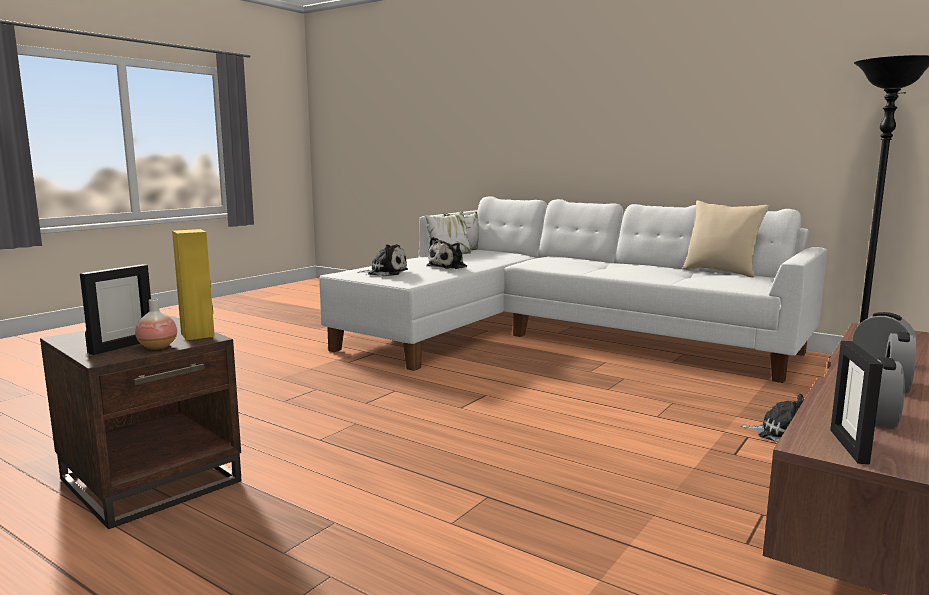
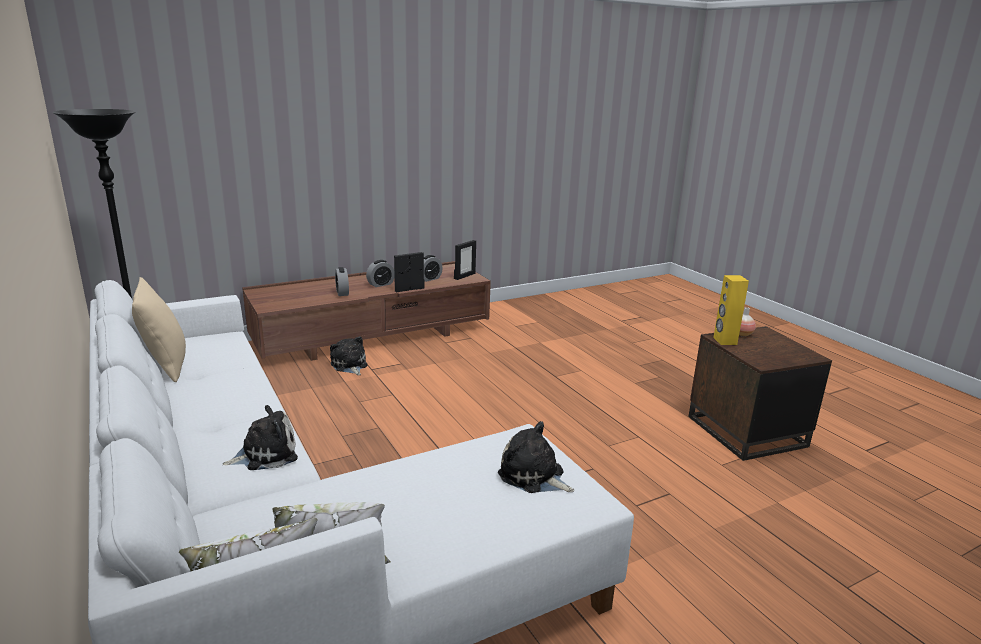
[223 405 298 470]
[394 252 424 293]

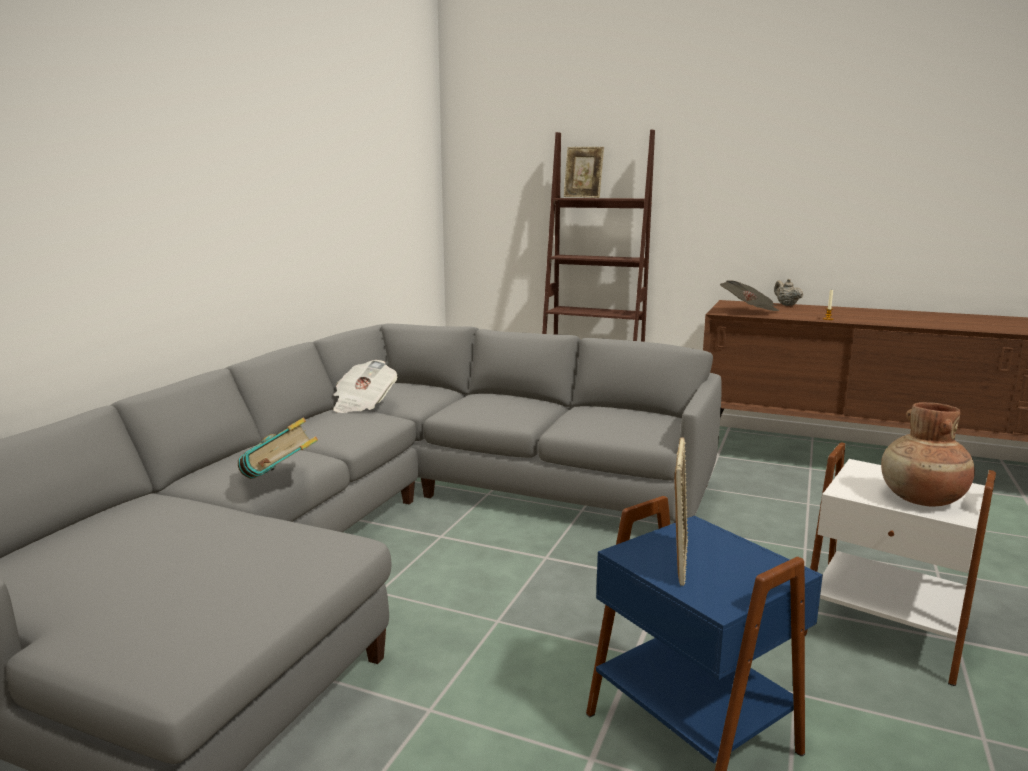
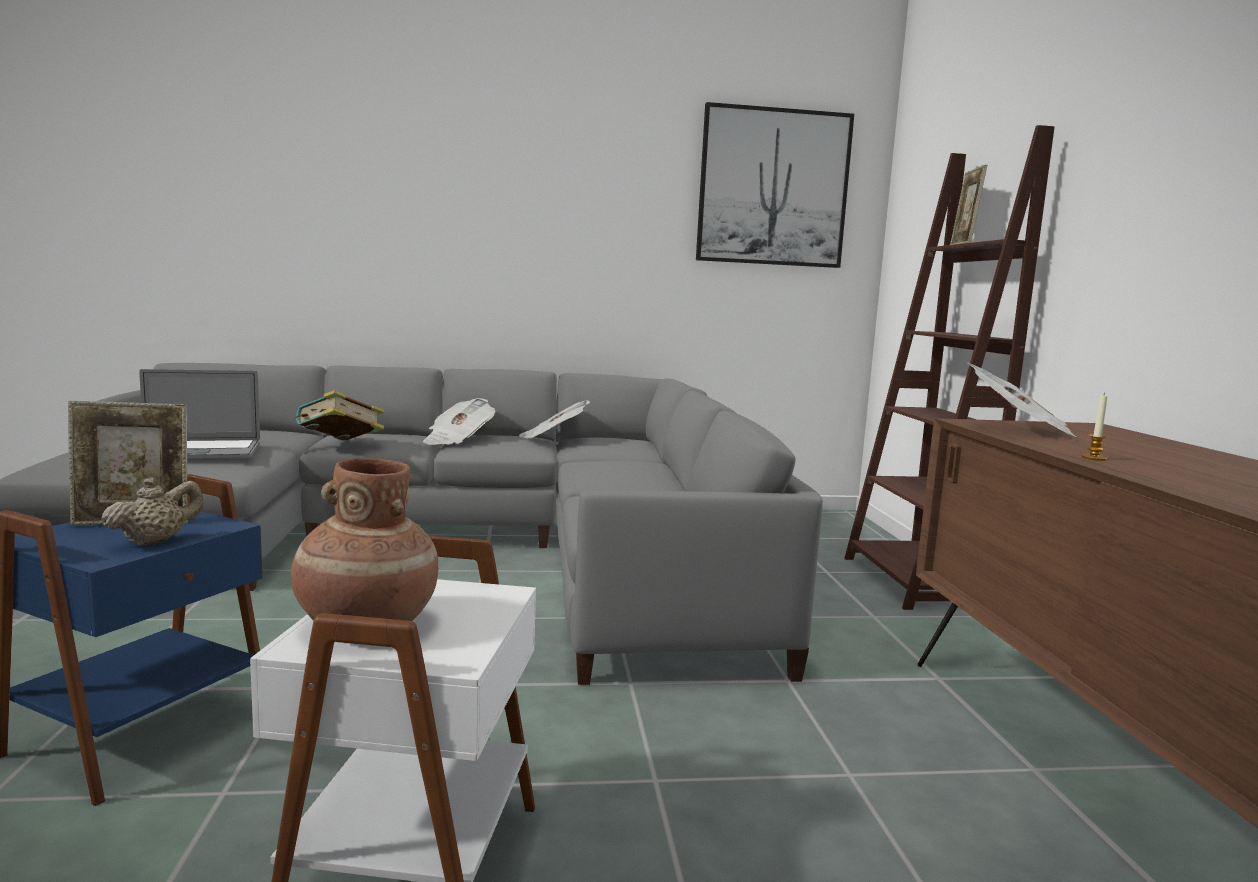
[101 478 204 546]
[696 102 854 268]
[139 369 260 459]
[423 398 495 445]

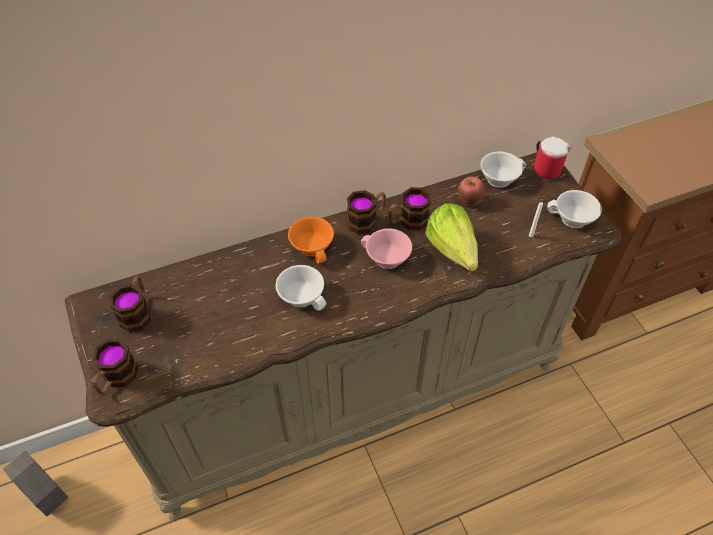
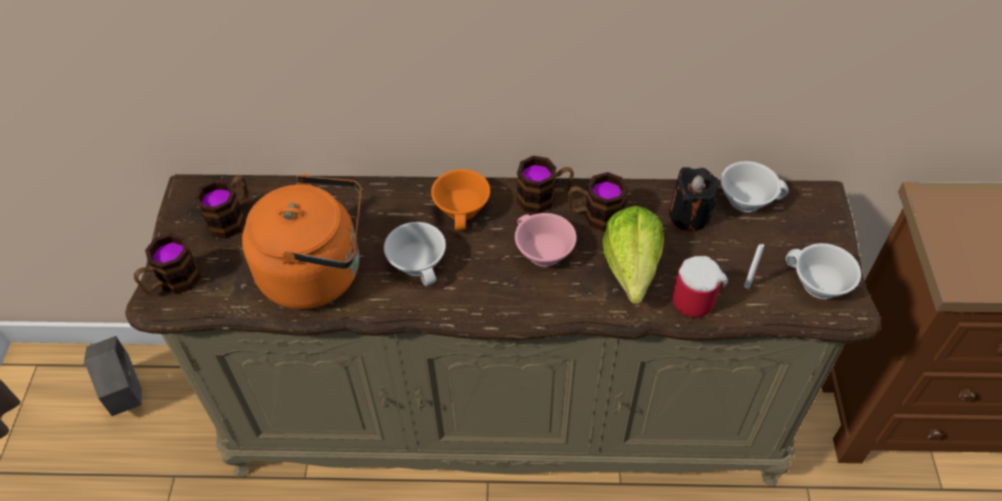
[673 256 728 318]
[669 167 719 232]
[242 174 362 309]

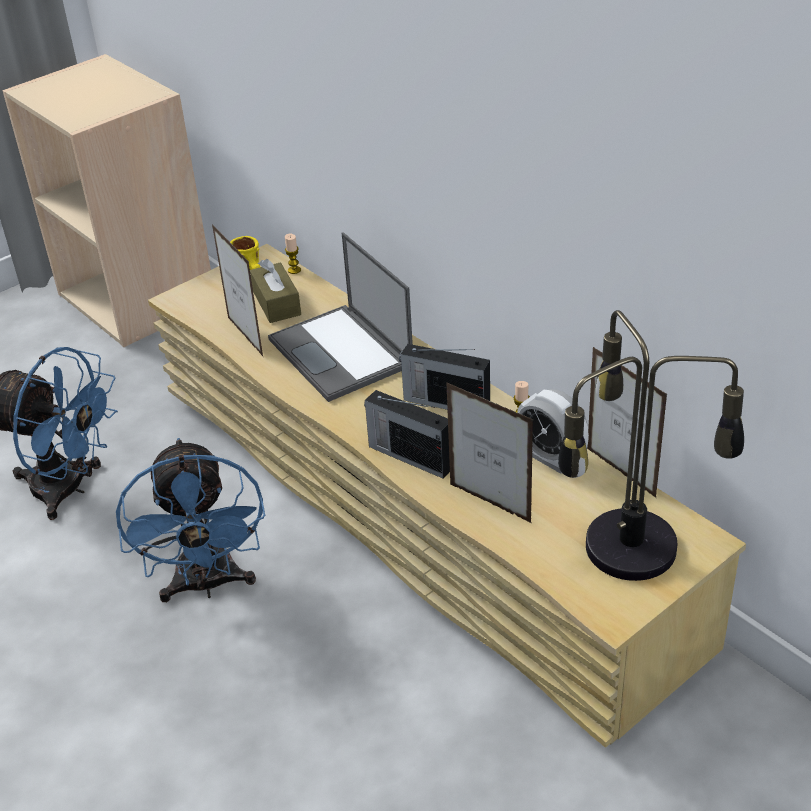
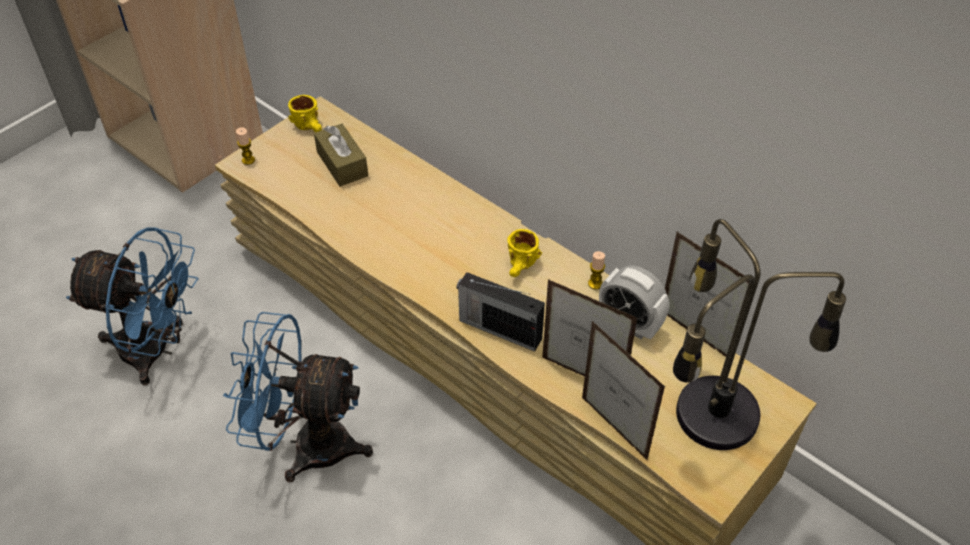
[582 321 665 461]
[268 232 413 402] (first image)
[236 127 255 165]
[507 229 542 277]
[223 312 373 482]

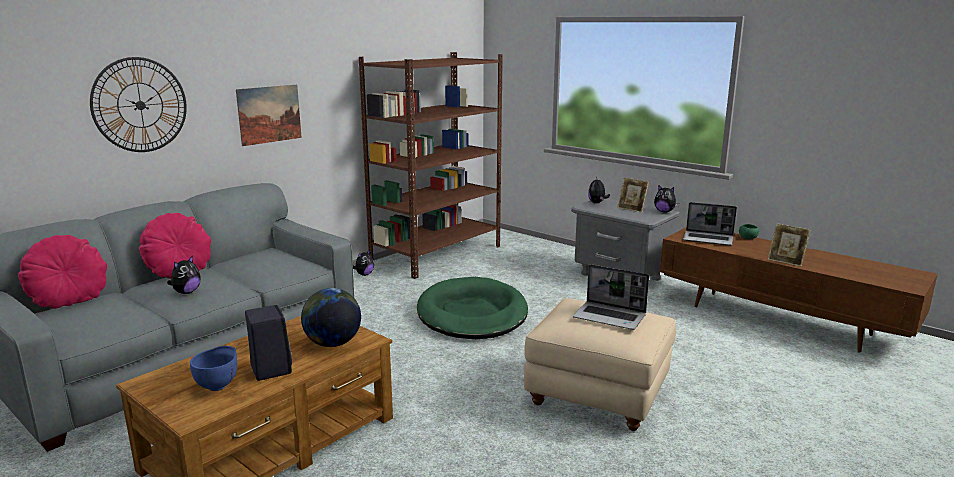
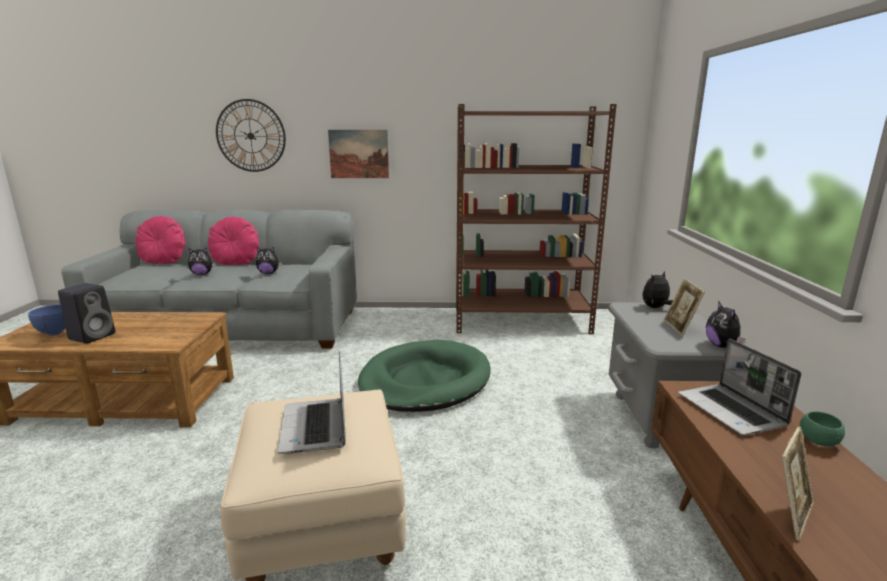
[782 427 814 541]
[256 247 282 274]
[301 288 361 347] (first image)

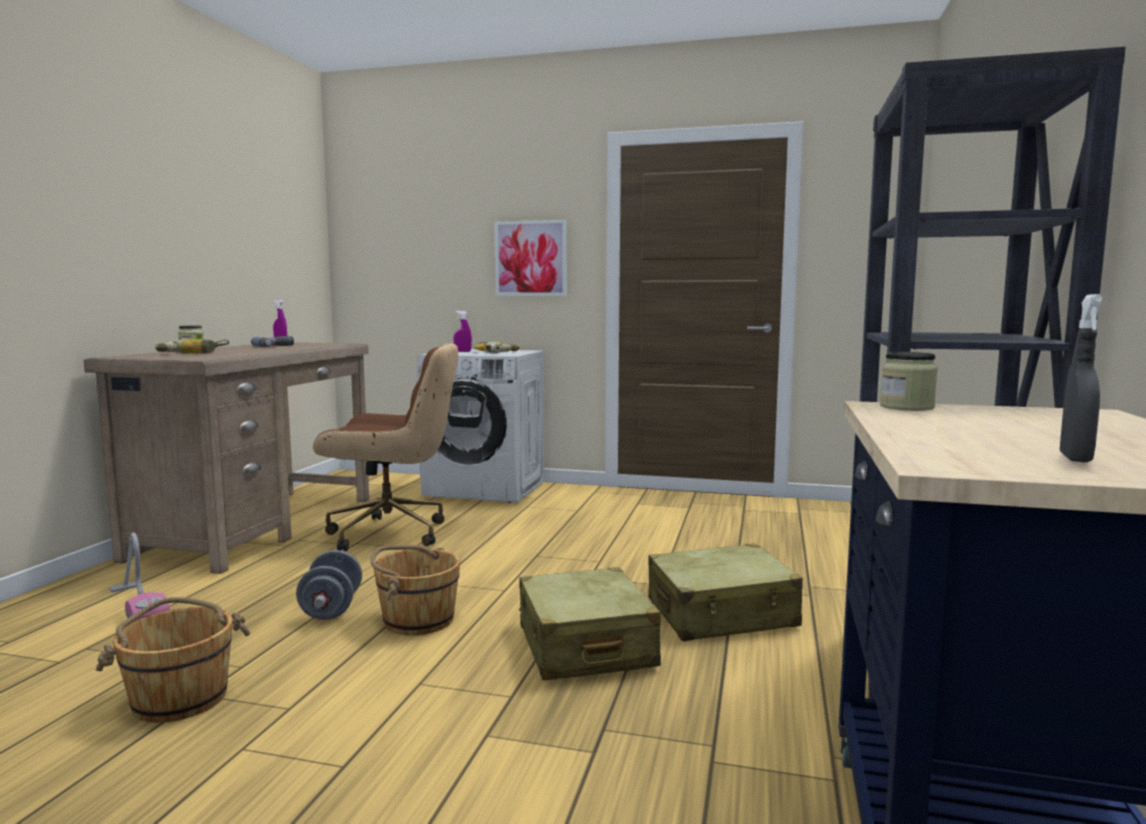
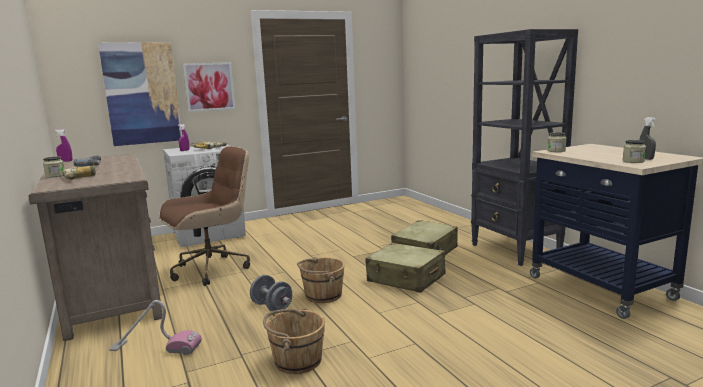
[98 42 182 146]
[623 140 646 163]

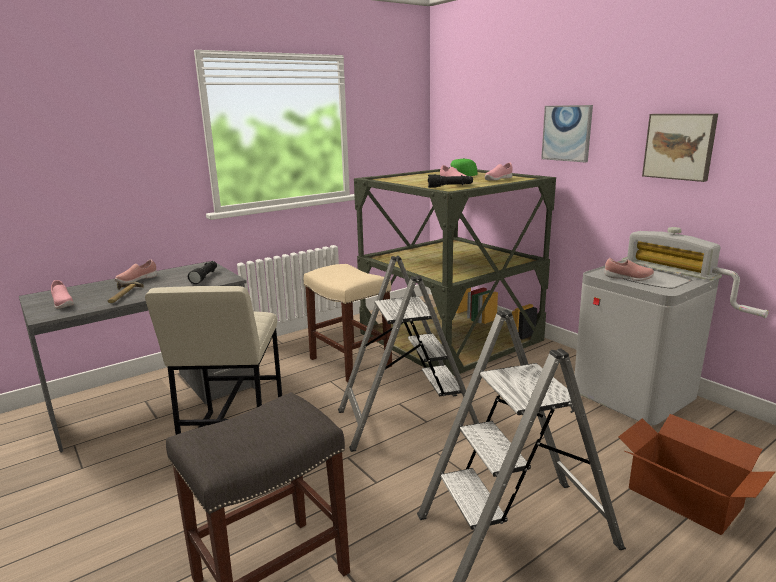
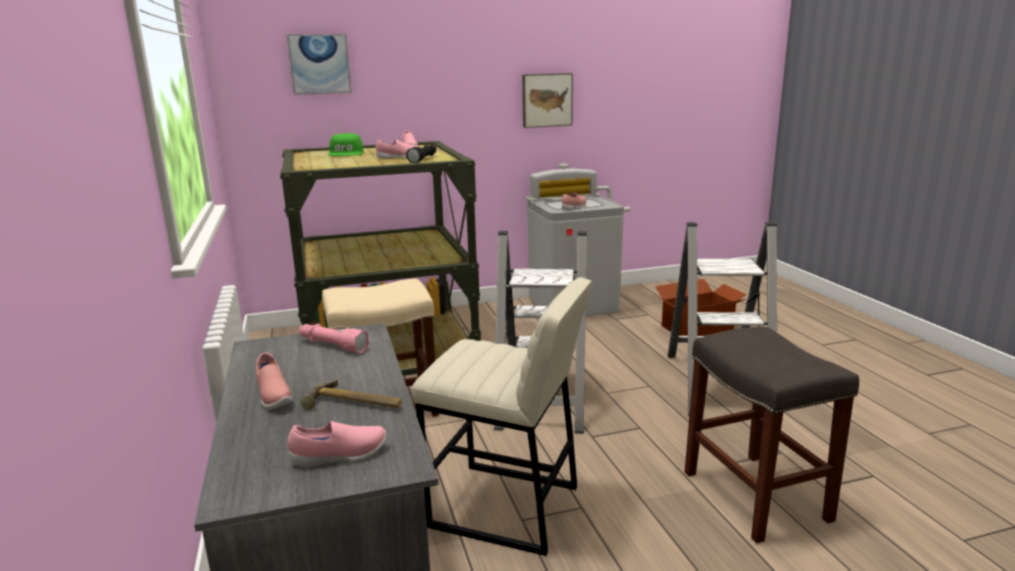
[287 34 352 95]
[299 324 369 353]

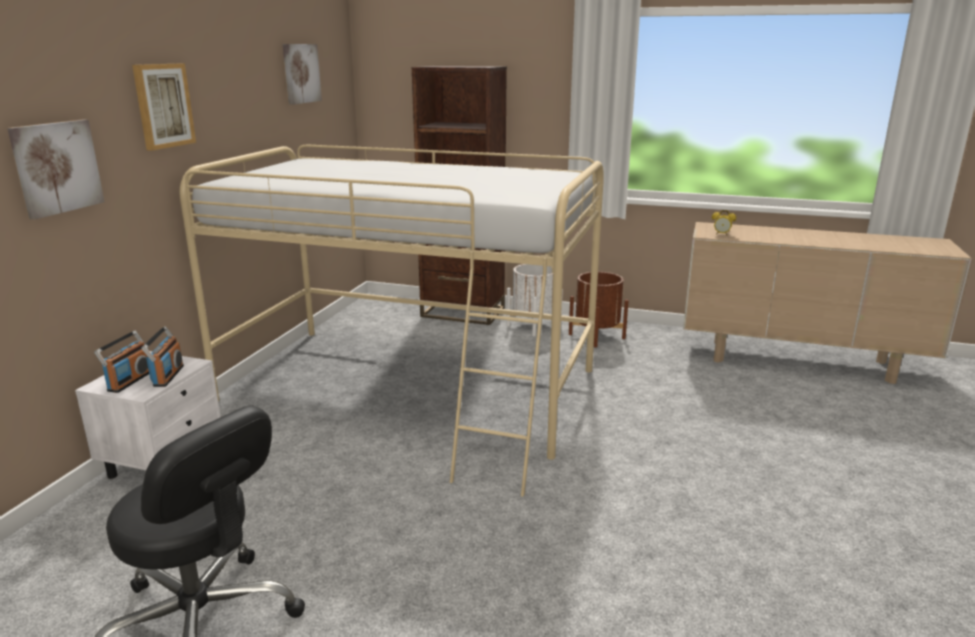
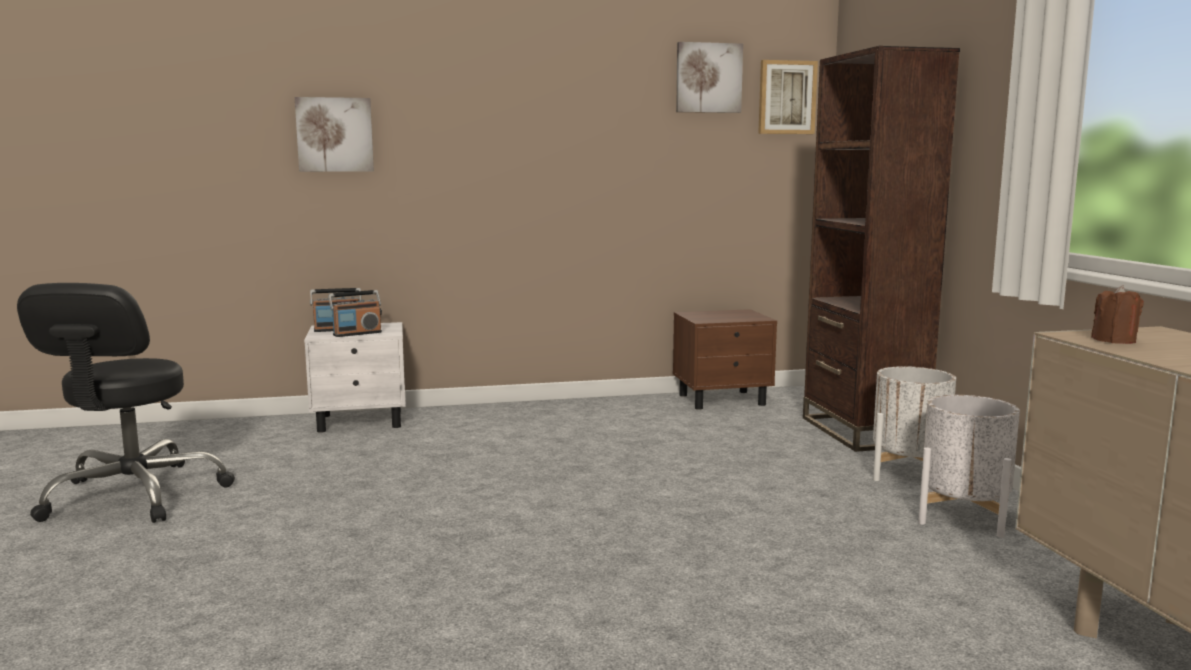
[758 60 818 134]
[180 145 604 497] (first image)
[1091 285 1144 344]
[918 395 1020 538]
[673 309 777 410]

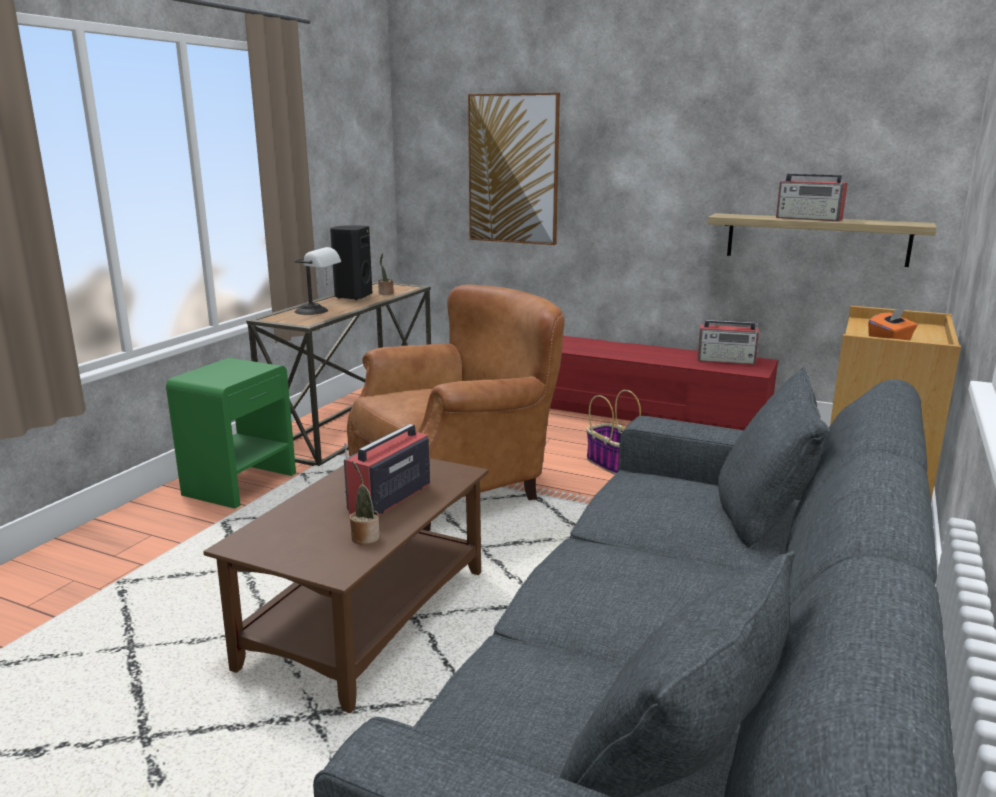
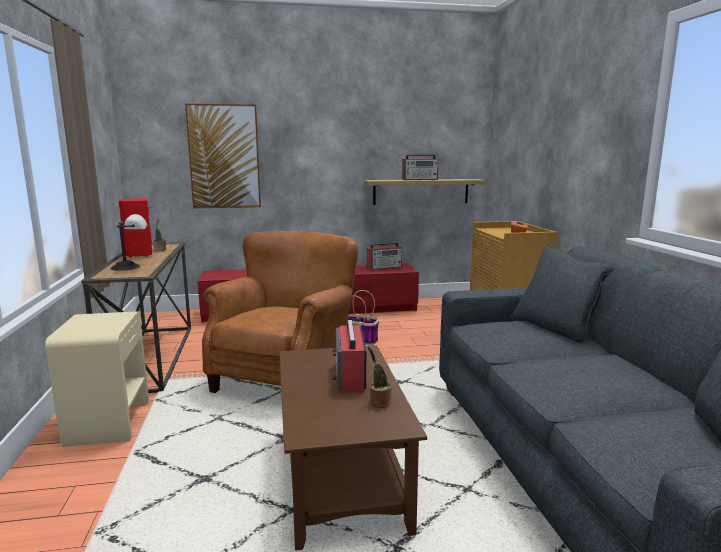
[119 198 152 257]
[45 311 149 447]

